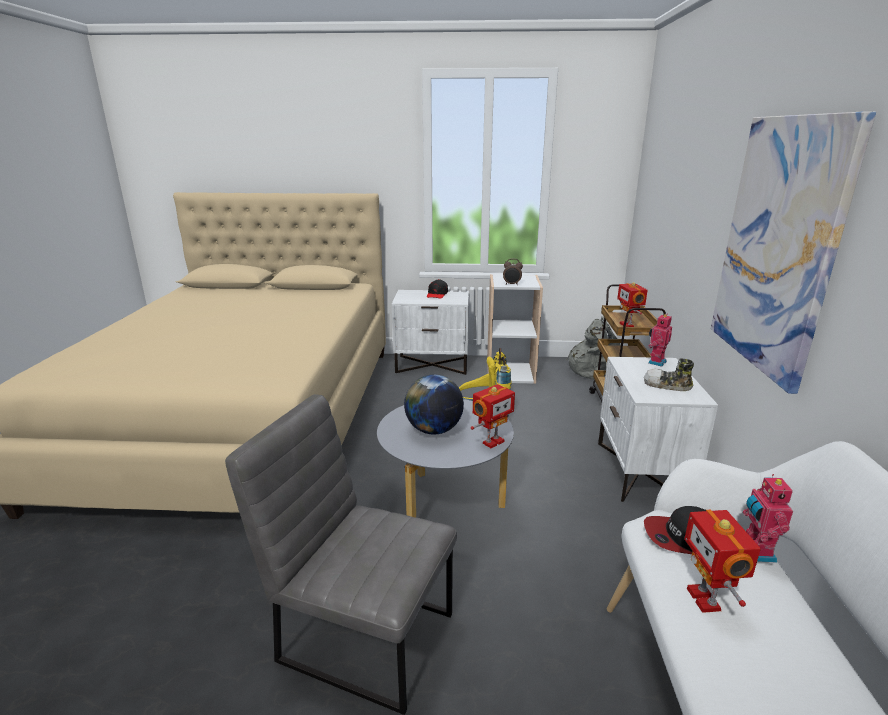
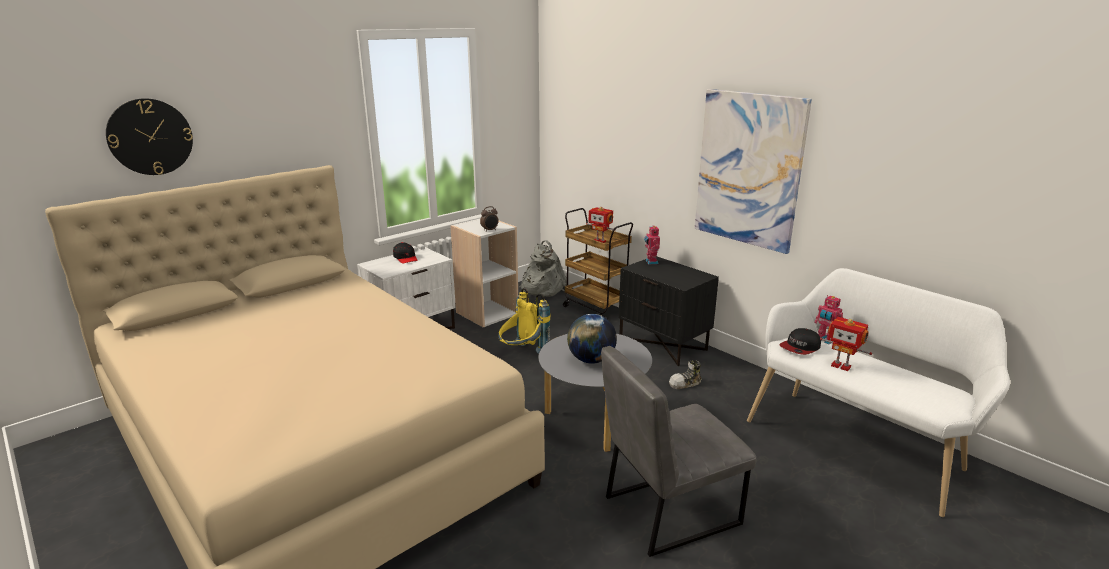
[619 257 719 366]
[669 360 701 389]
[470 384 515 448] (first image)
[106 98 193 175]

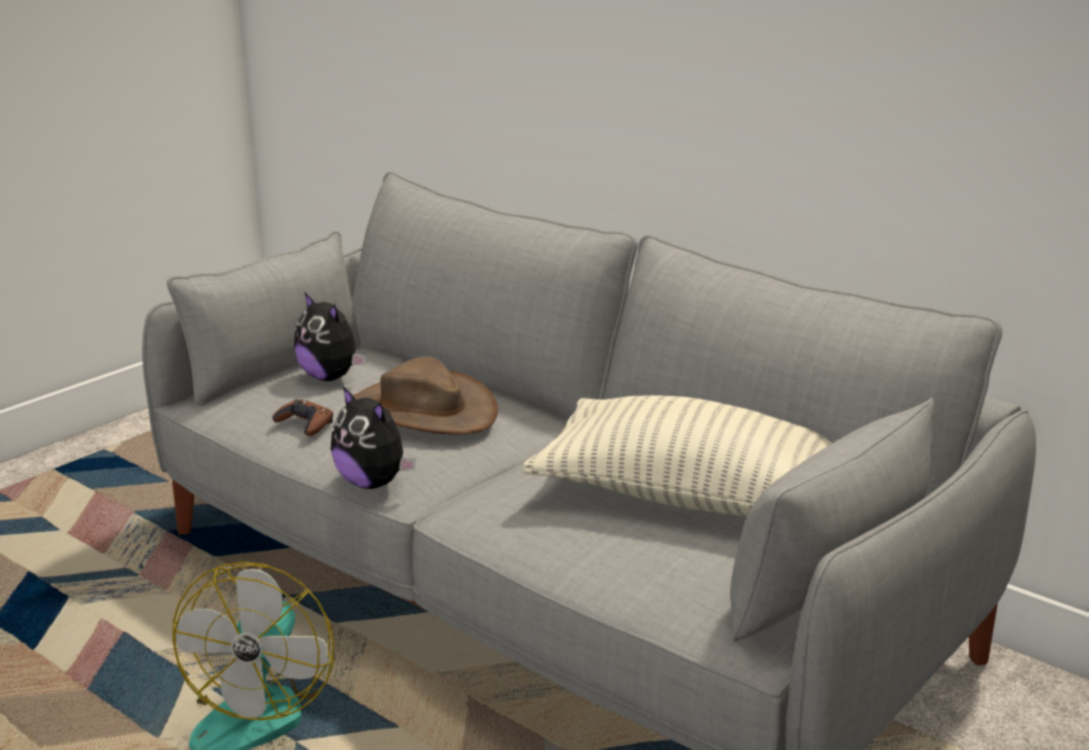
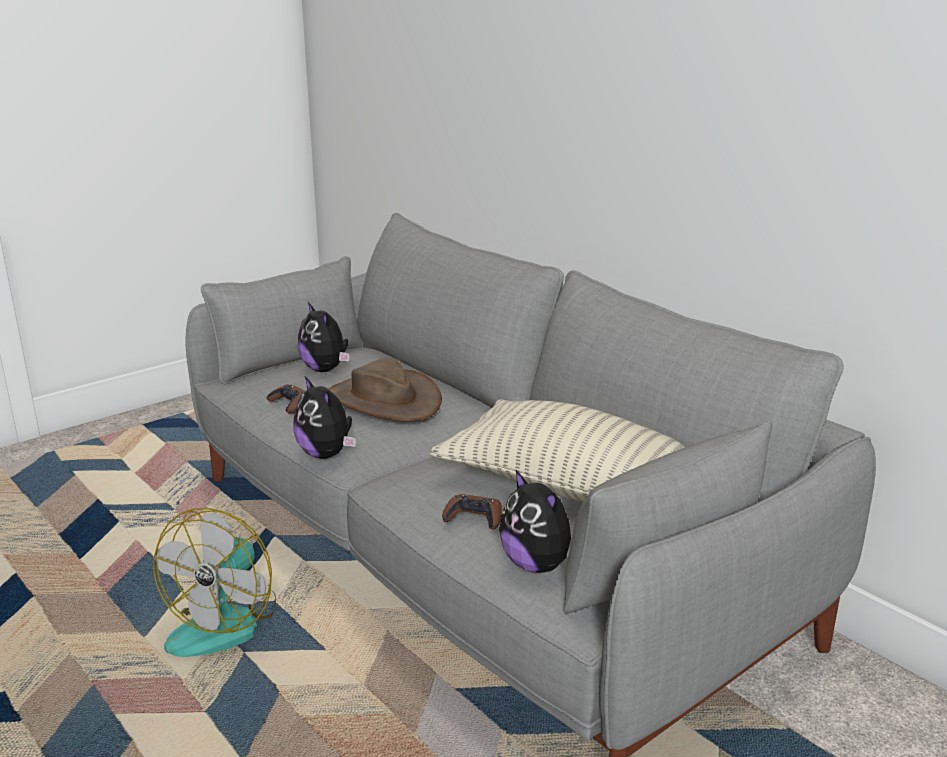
[499 469 571 573]
[442 494 502 529]

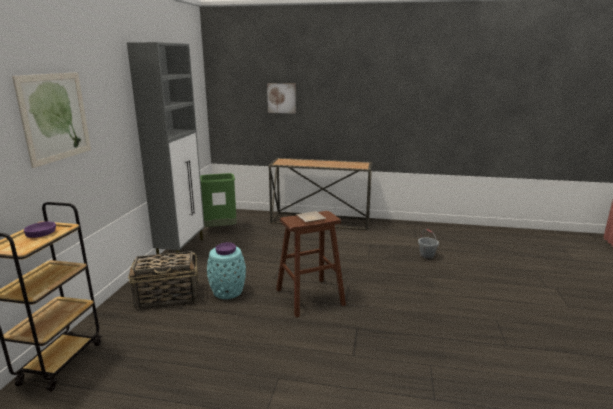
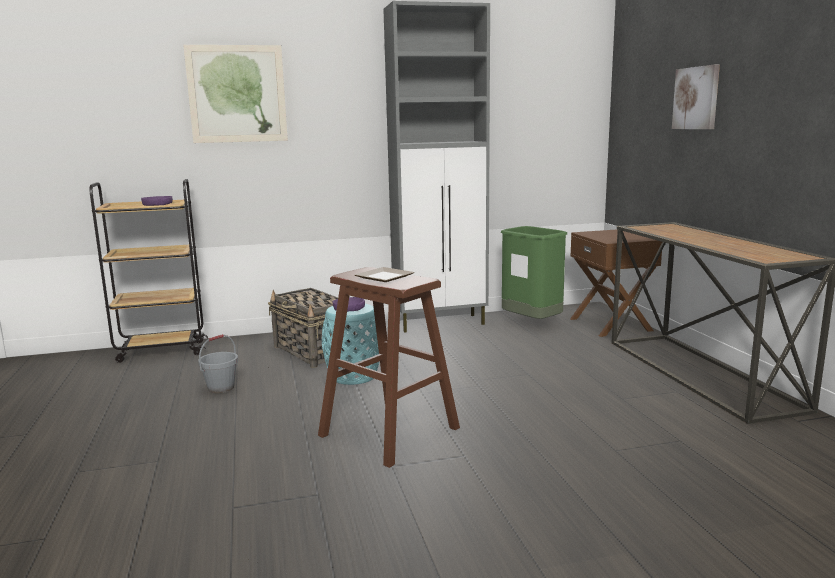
[198 334 238 393]
[570 229 662 337]

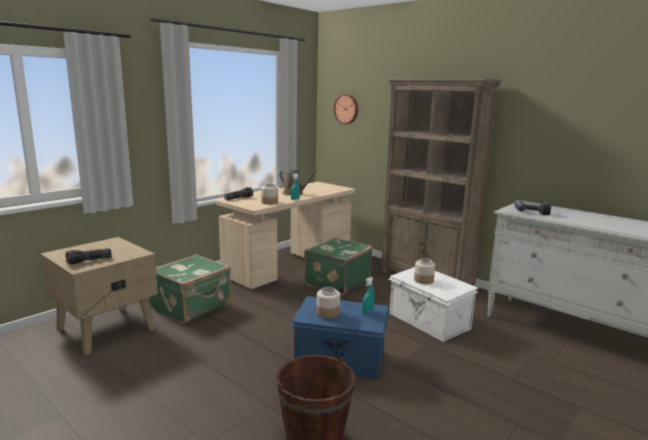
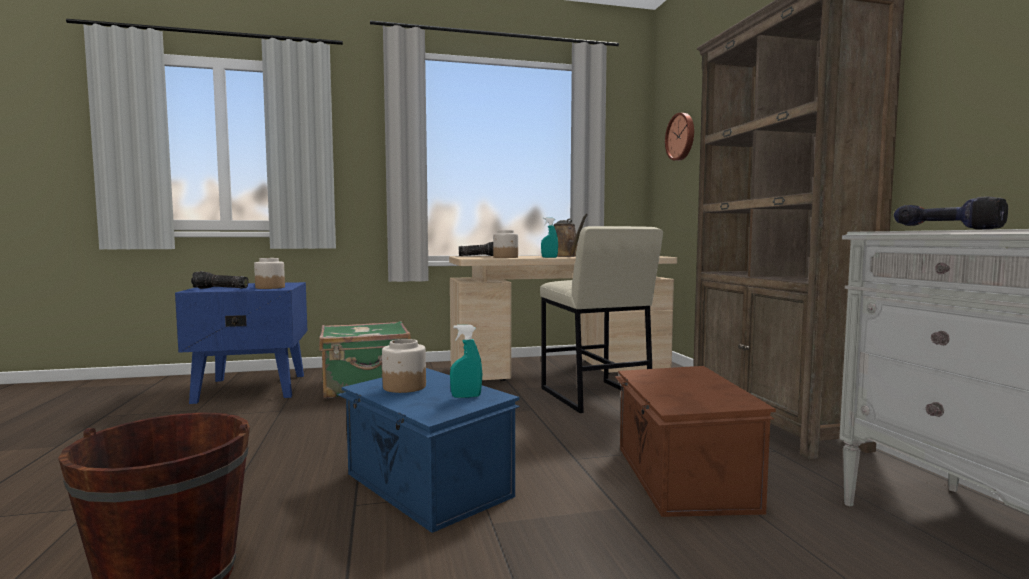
[175 282 307 404]
[540 226 663 413]
[254 258 285 289]
[615 366 776 517]

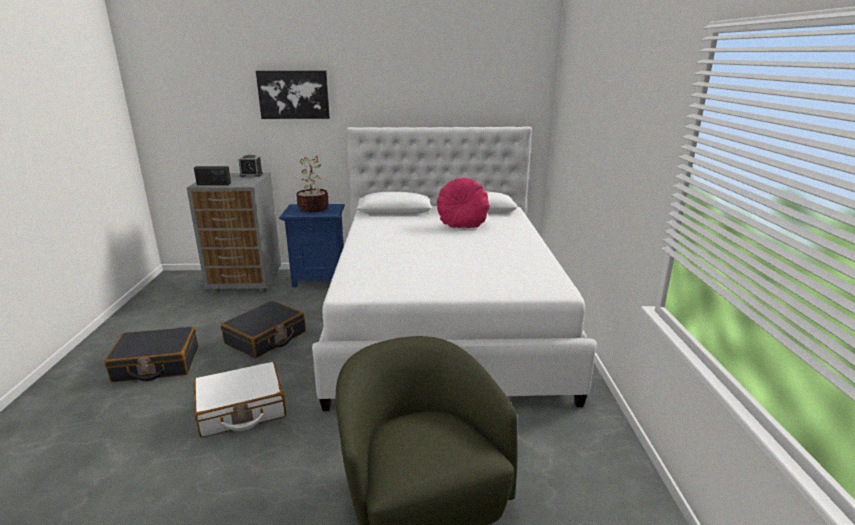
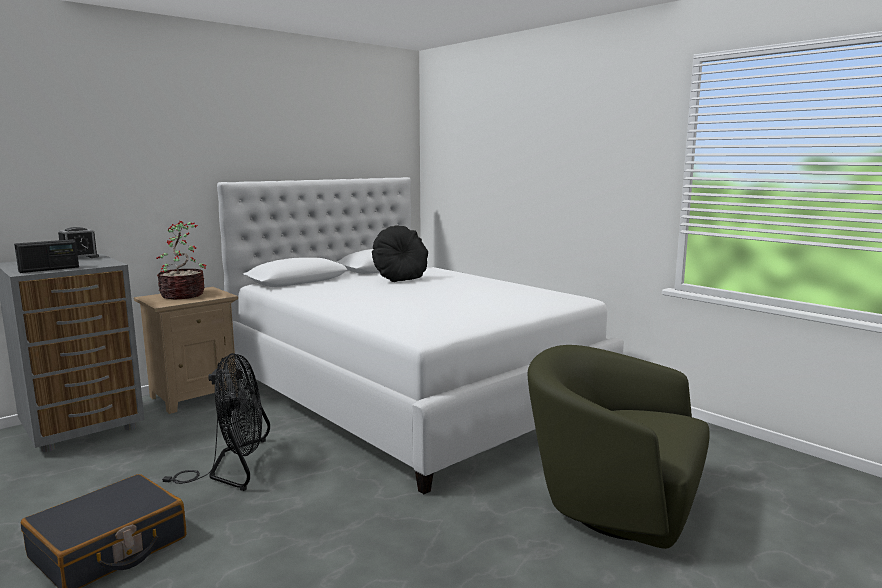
[256 71 330 119] (first image)
[372 225 428 282]
[134 287 238 414]
[161 353 270 491]
[193 362 287 437] (first image)

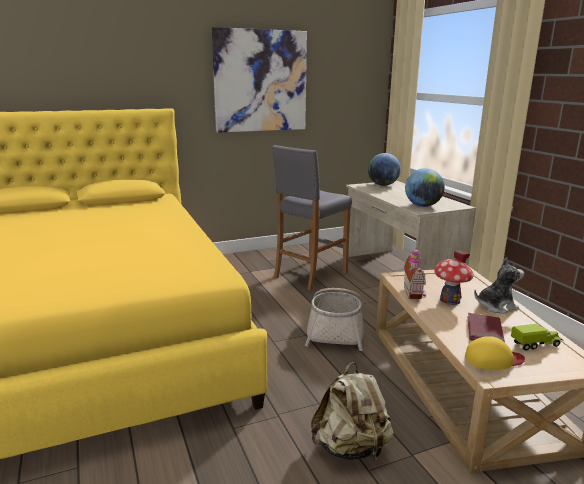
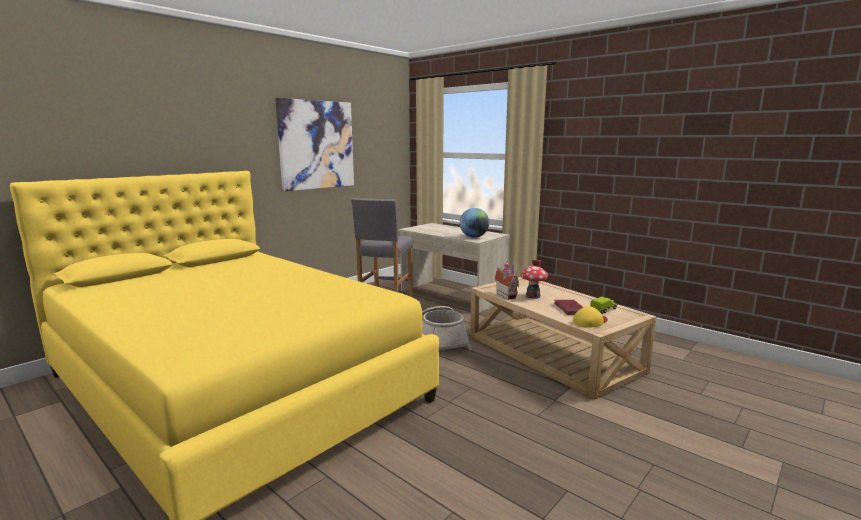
[368 153 401 186] (first image)
[474 257 524 313] (first image)
[311 362 394 460] (first image)

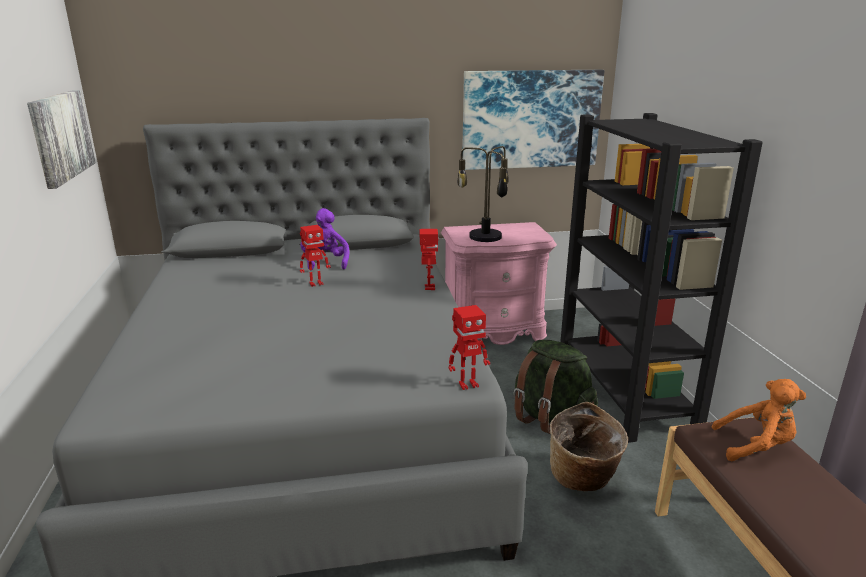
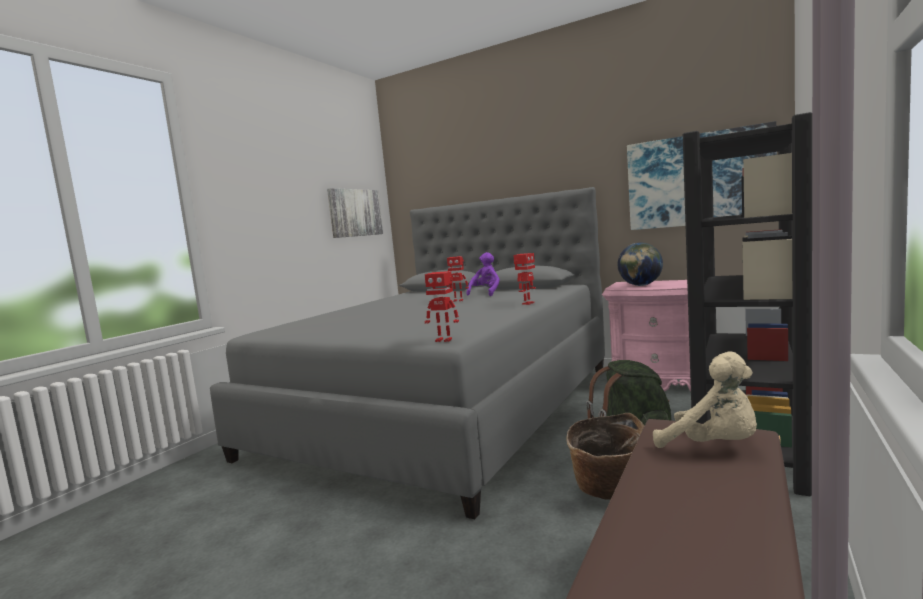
[618 243 663 286]
[653 351 757 448]

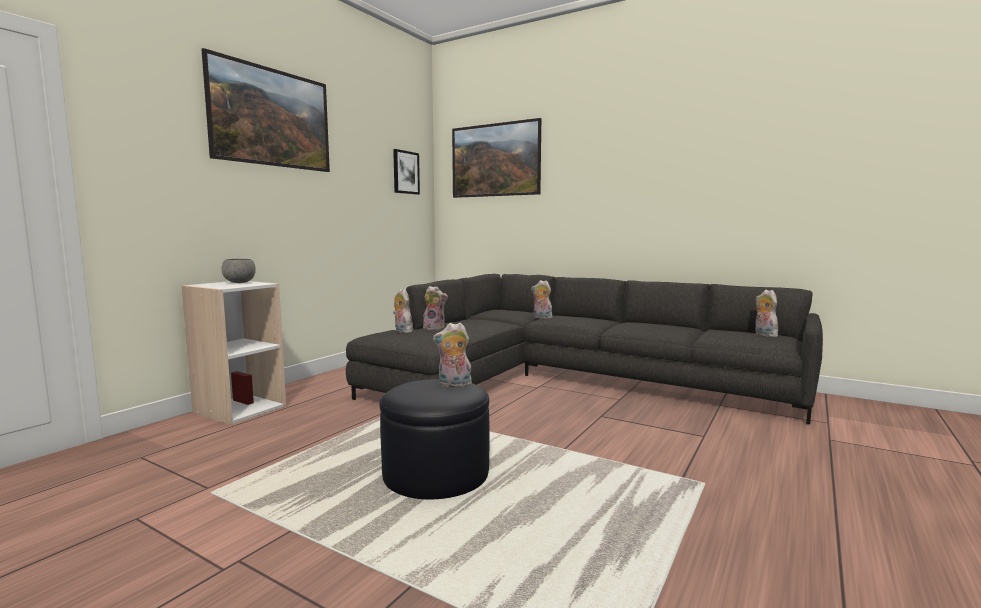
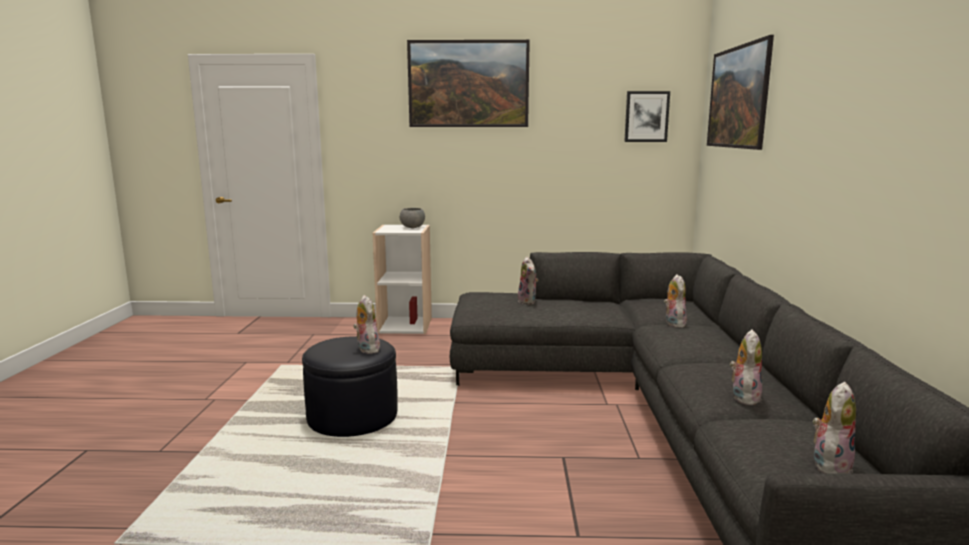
[730 330 762 405]

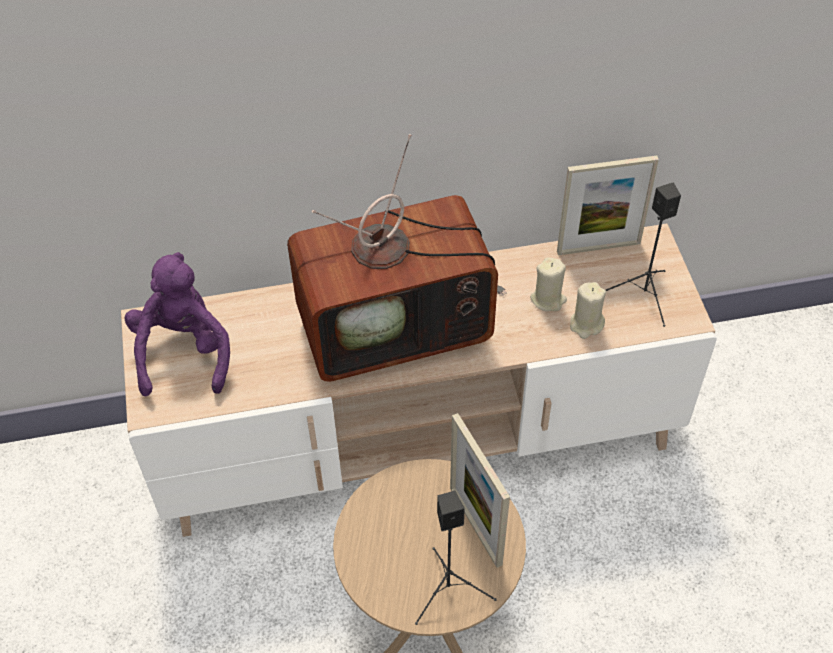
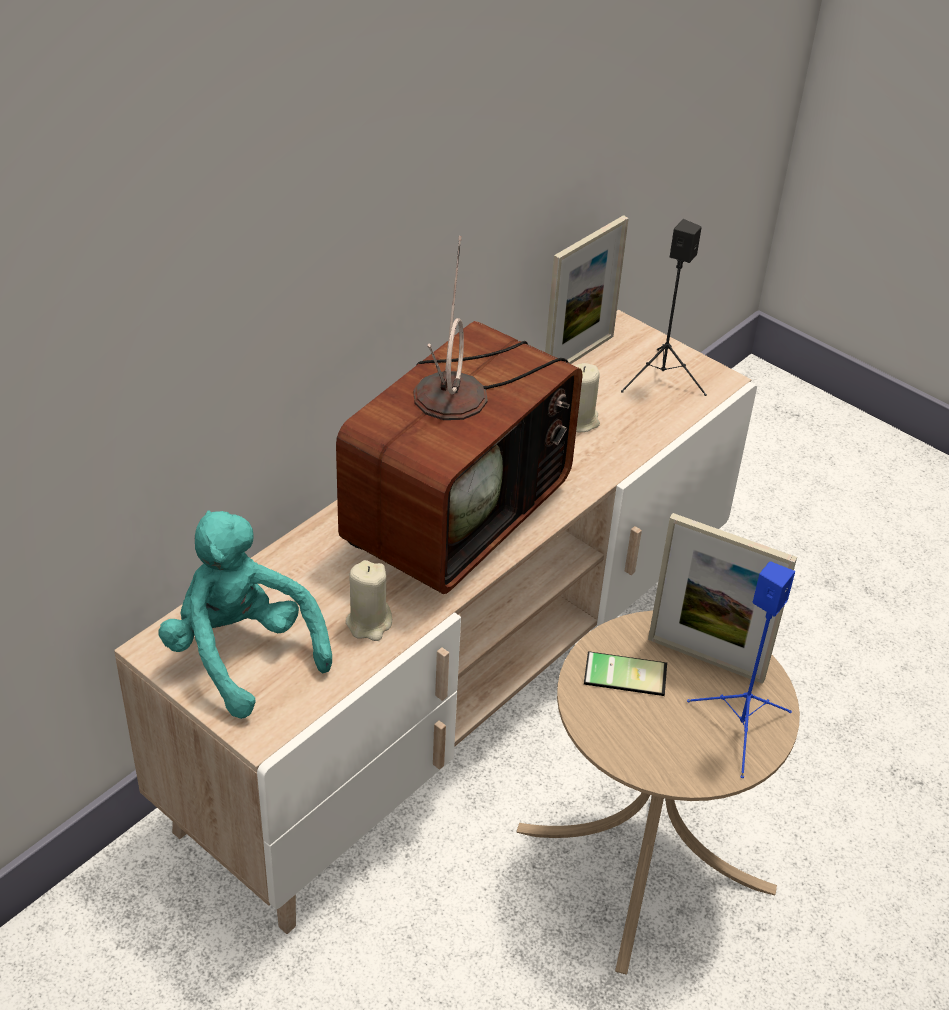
[158 511 332 719]
[346 560 392 641]
[687 561 795 778]
[584 651 667 696]

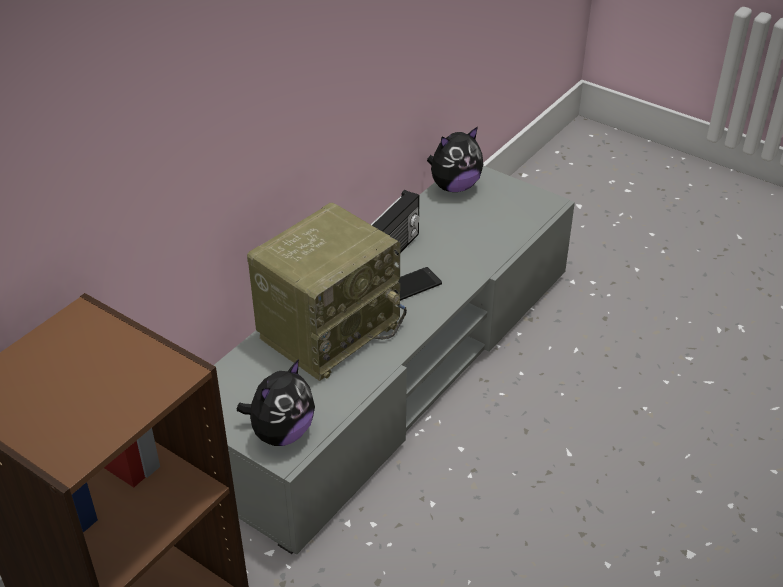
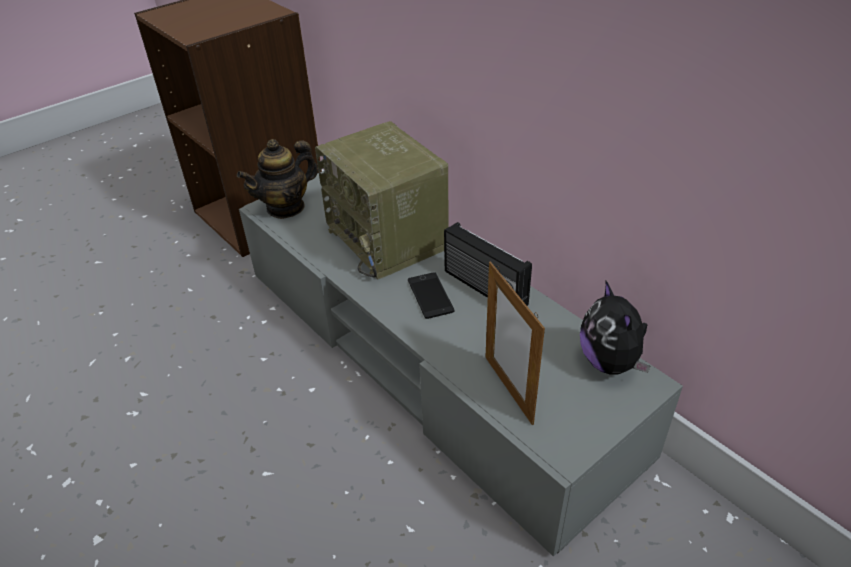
[237 139 318 219]
[485 261 545 425]

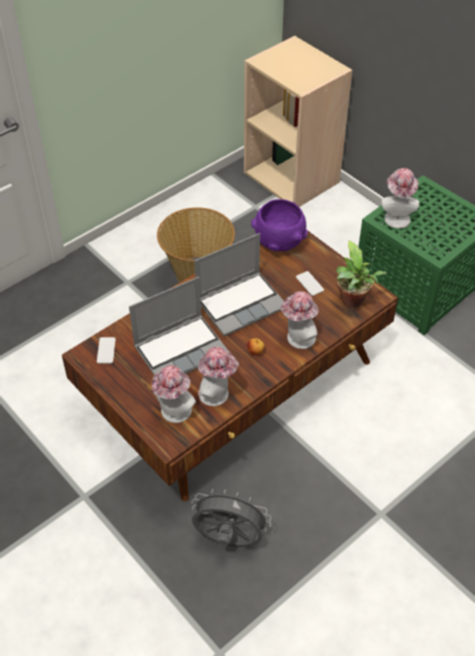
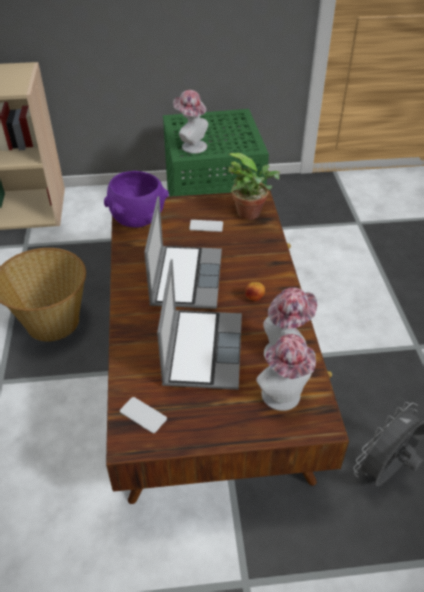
[280 291 319 349] (first image)

